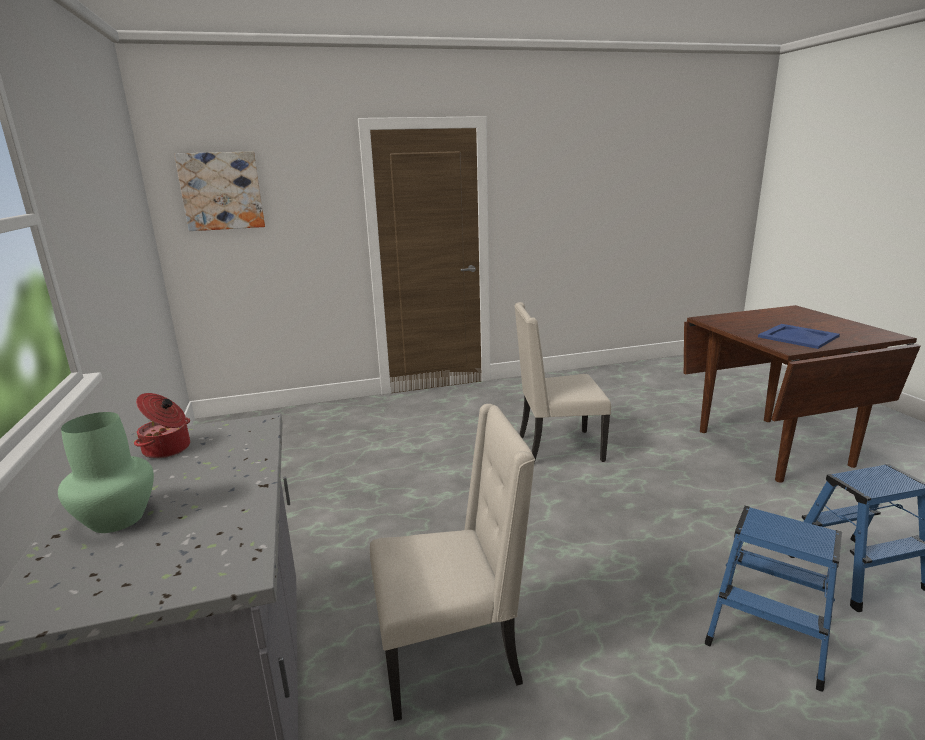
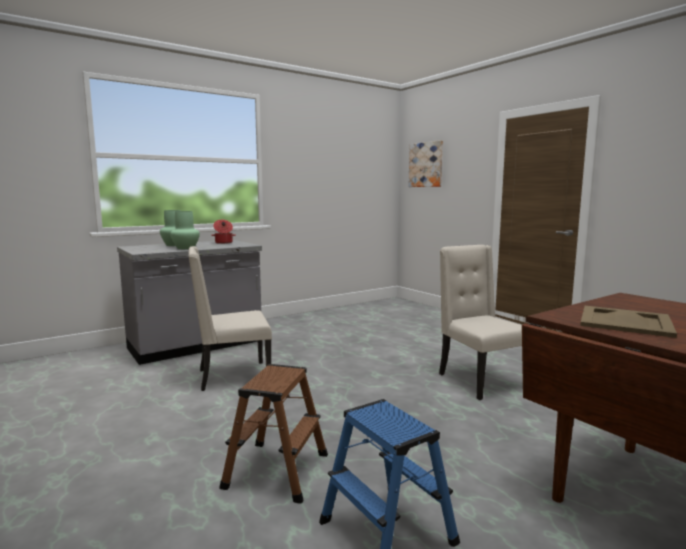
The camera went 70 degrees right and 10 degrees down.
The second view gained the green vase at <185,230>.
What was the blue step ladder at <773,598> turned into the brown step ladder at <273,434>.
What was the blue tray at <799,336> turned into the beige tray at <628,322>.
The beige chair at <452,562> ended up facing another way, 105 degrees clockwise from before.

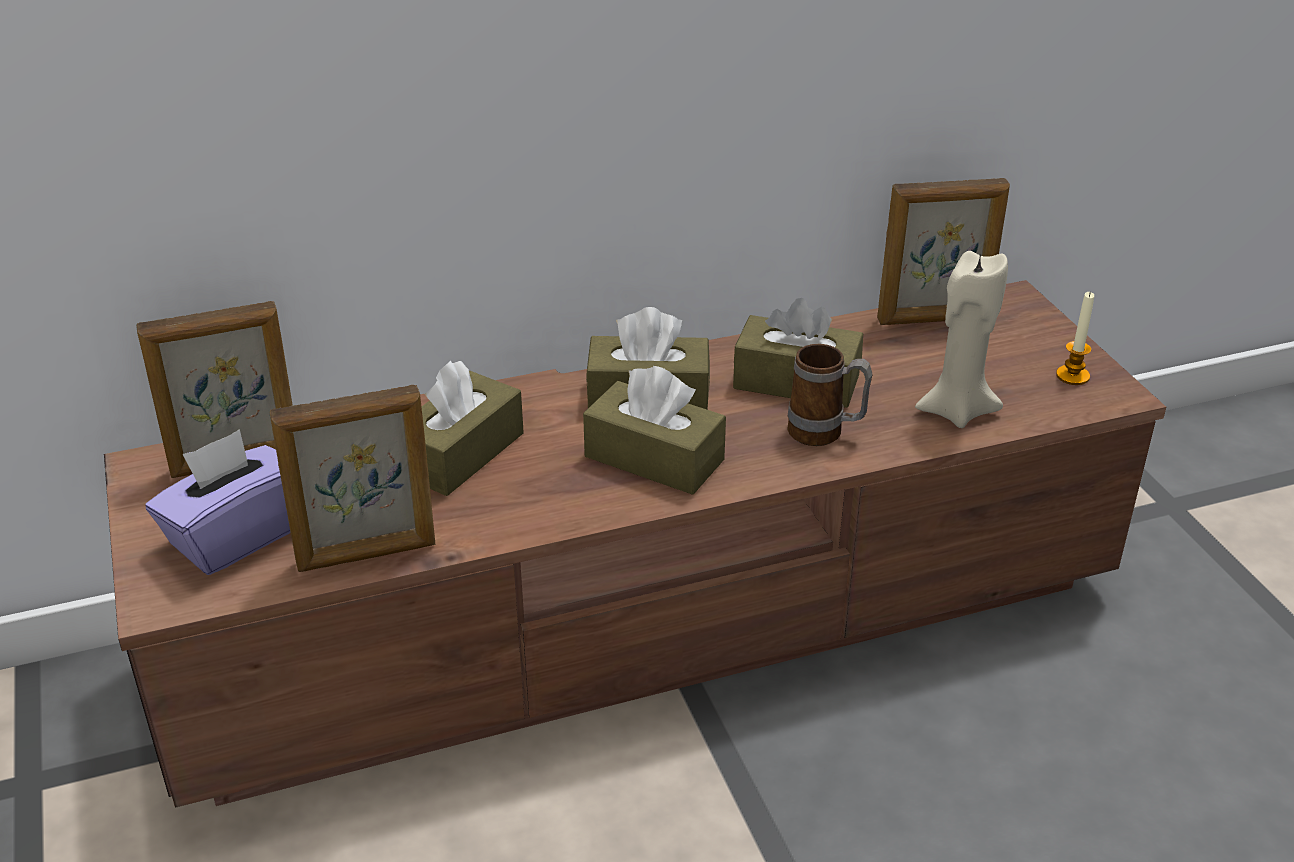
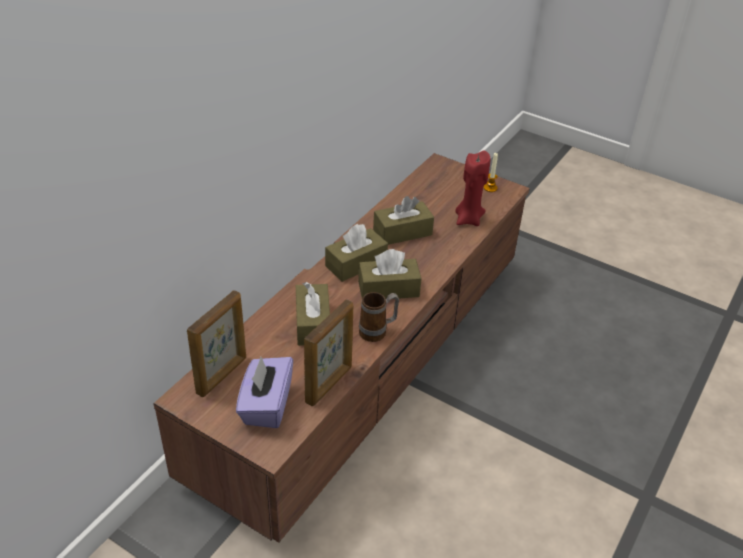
The camera went 40 degrees left and 5 degrees up.
The second view lost the picture frame at <943,251>.
The mug ended up elsewhere, having gone from <829,395> to <379,317>.
What was the beige candle at <961,339> turned into the red candle at <472,188>.

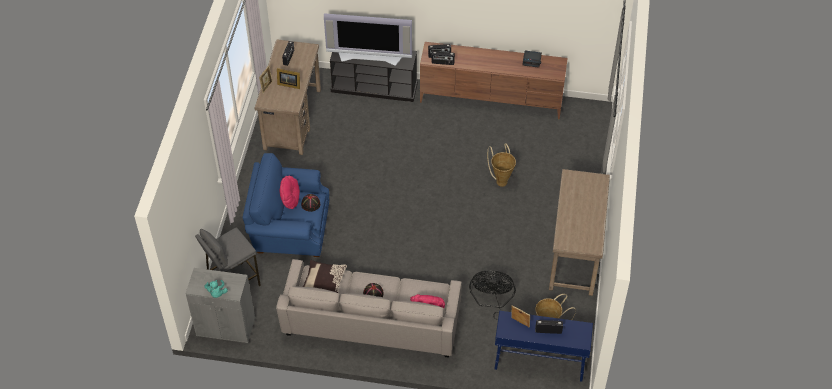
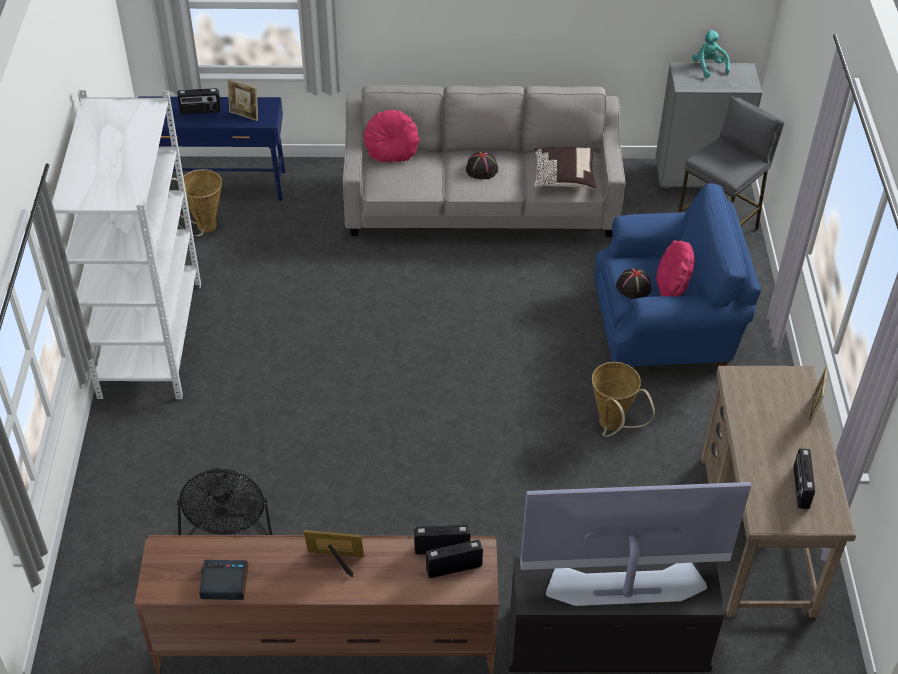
The camera went 170 degrees right and 5 degrees down.
The picture frame ended up elsewhere, having gone from <288,78> to <334,553>.
The black fan ended up elsewhere, having gone from <492,295> to <224,501>.
The basket ended up elsewhere, having gone from <501,165> to <623,399>.
Where the brown desk stood at <579,232>, the white bookcase came to stand at <126,244>.

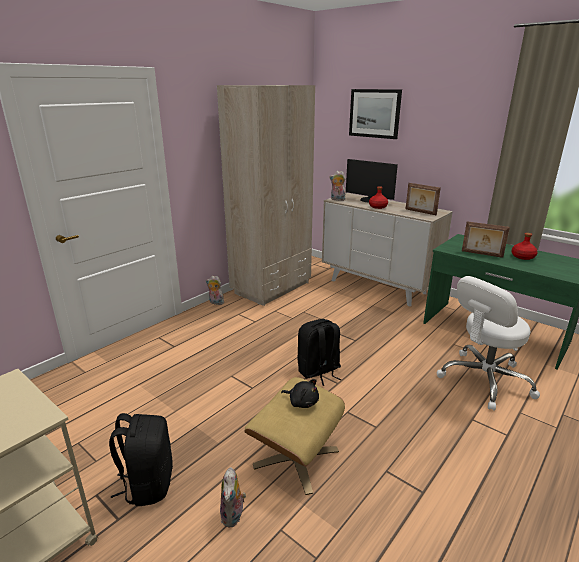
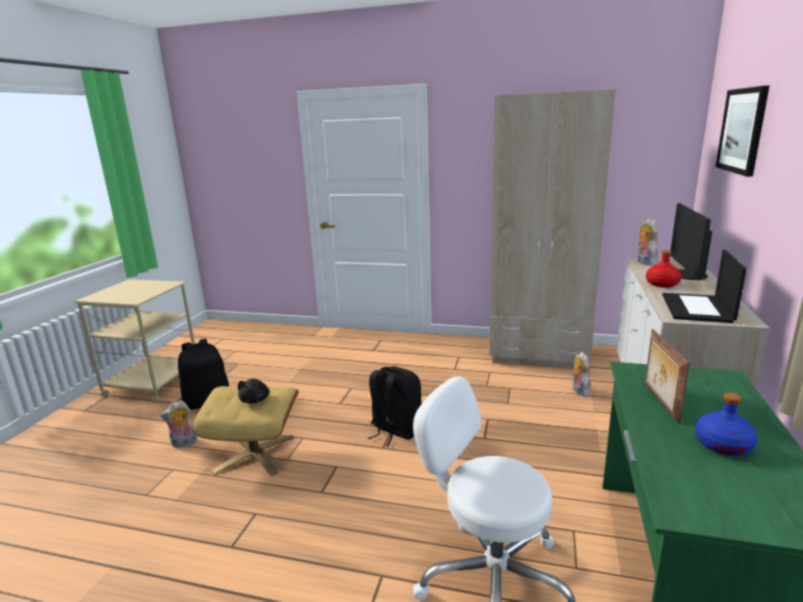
The camera went 65 degrees right and 5 degrees down.
The plush toy ended up elsewhere, having gone from <215,290> to <581,374>.
Where the picture frame stood at <423,199>, the laptop came to stand at <704,286>.
What was the red bottle at <524,246> turned into the blue bottle at <726,424>.

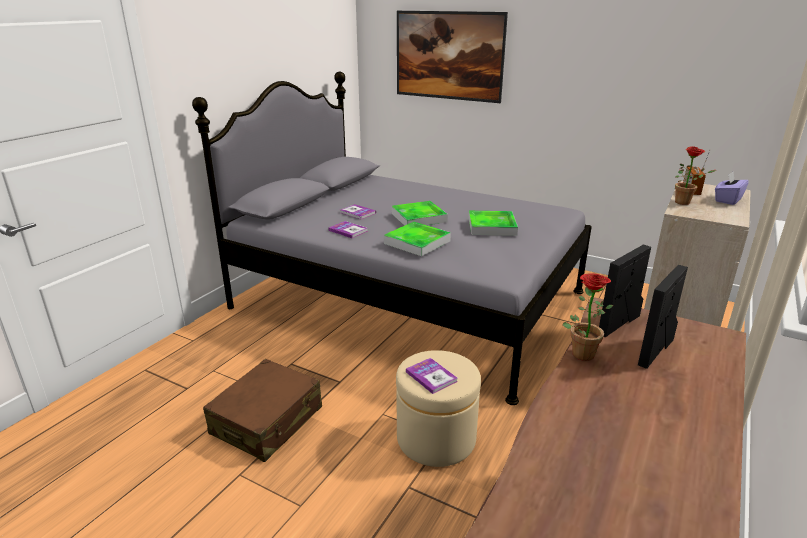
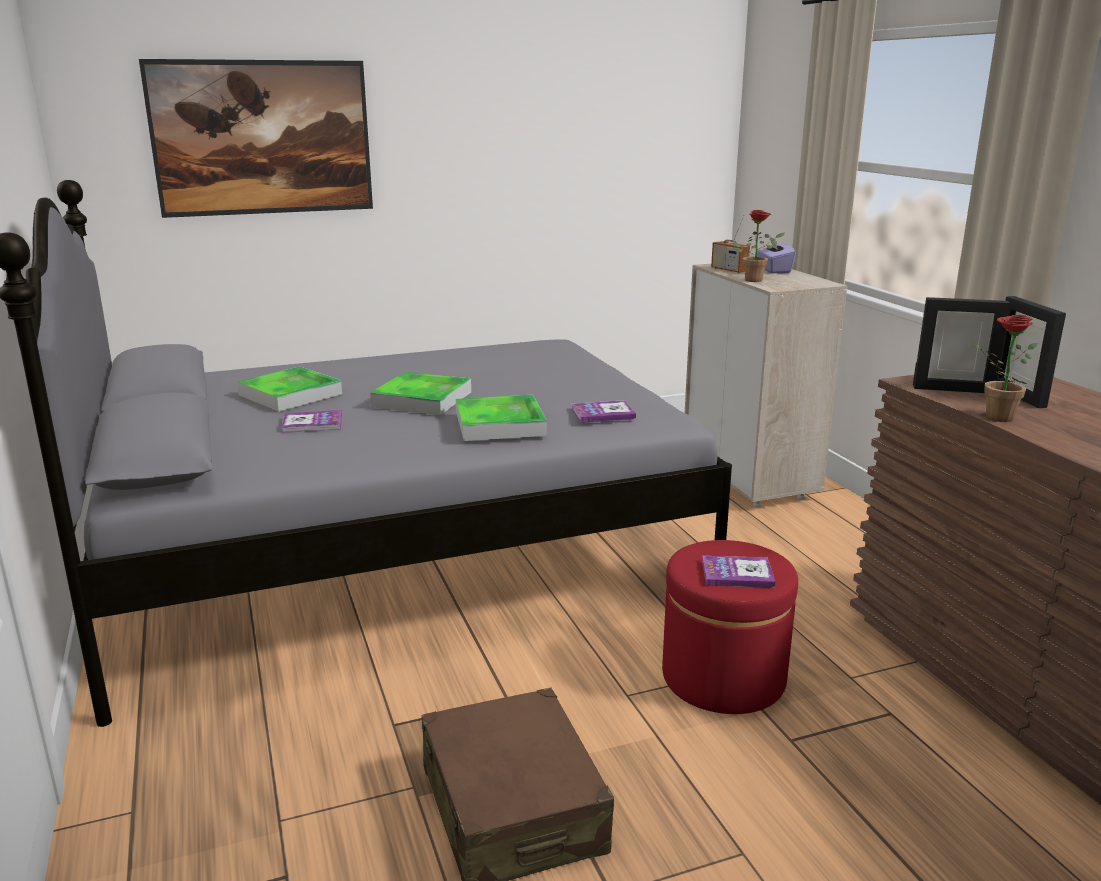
The camera went 50 degrees left and 5 degrees down.
The book ended up elsewhere, having gone from <348,229> to <604,411>.
The tray ended up elsewhere, having gone from <493,223> to <289,389>.
What was the beige ottoman at <438,408> turned into the red ottoman at <730,627>.
The picture frame at <625,291> ended up facing another way, 75 degrees counterclockwise from before.

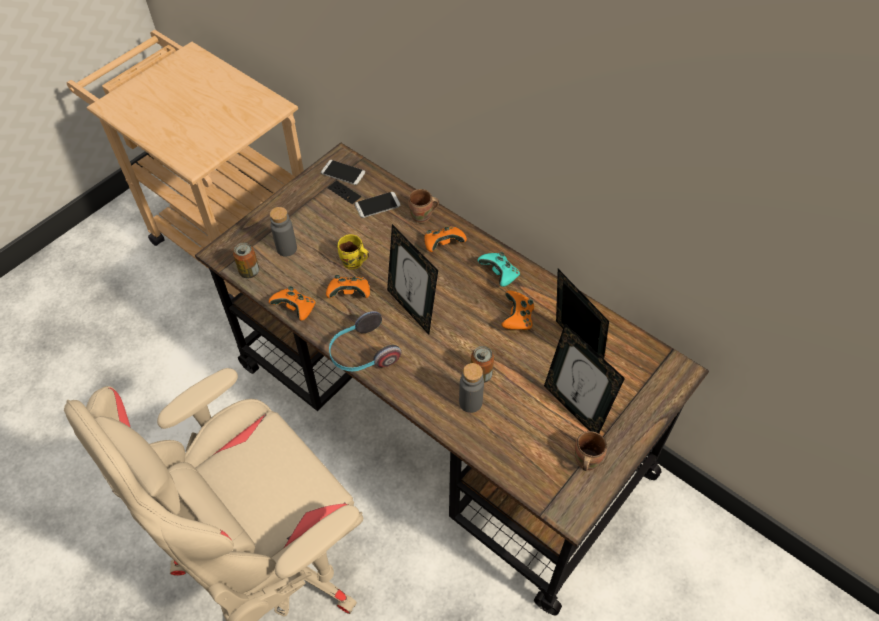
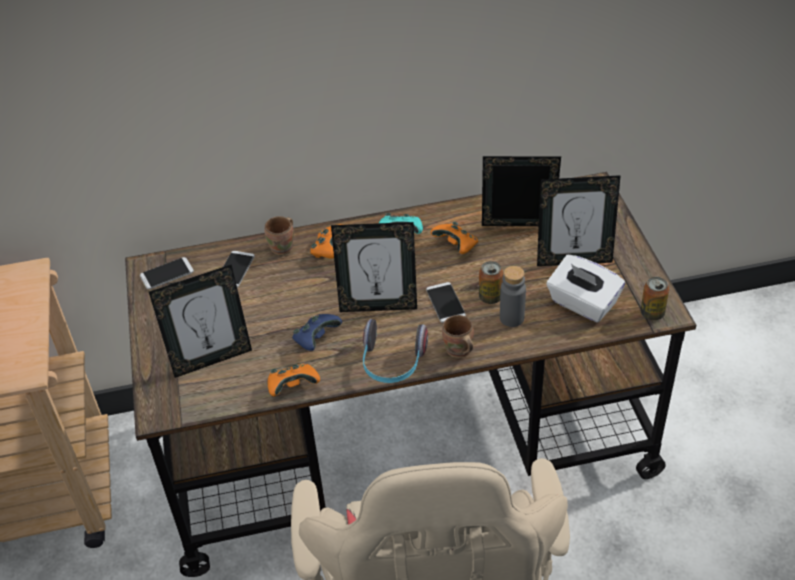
The camera went 50 degrees left and 10 degrees down.
The second view lost the yellow mug at <353,251>.
The second view gained the phone at <446,302>.
The second view gained the white tissue box at <585,288>.
The can ended up elsewhere, having gone from <246,260> to <654,298>.
The brown mug ended up elsewhere, having gone from <591,451> to <458,336>.
Where the grey bottle stood at <283,232>, the picture frame came to stand at <200,321>.
What was the orange game controller at <348,286> turned into the blue game controller at <317,332>.

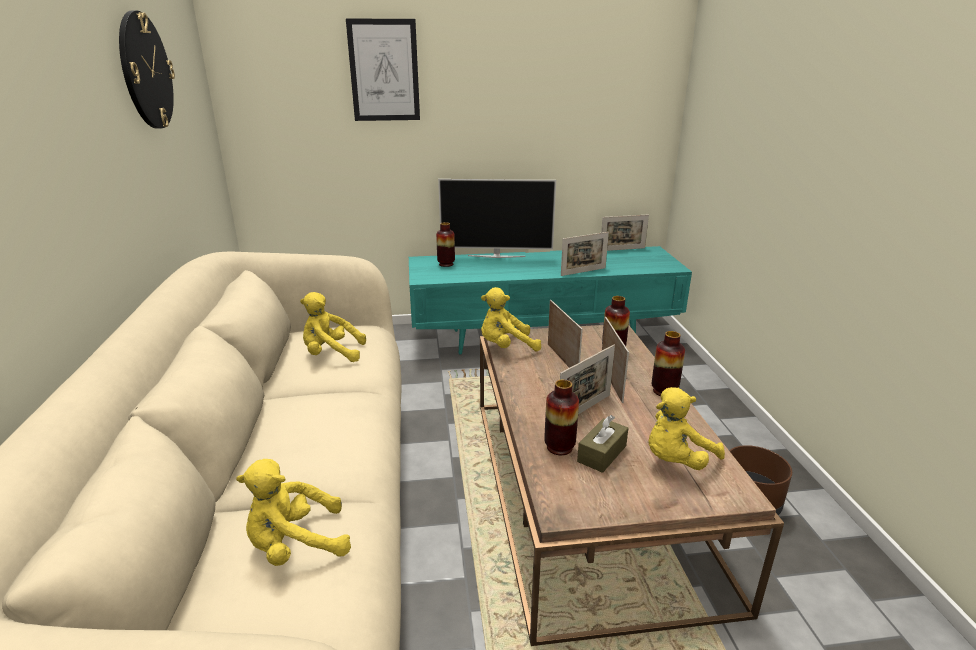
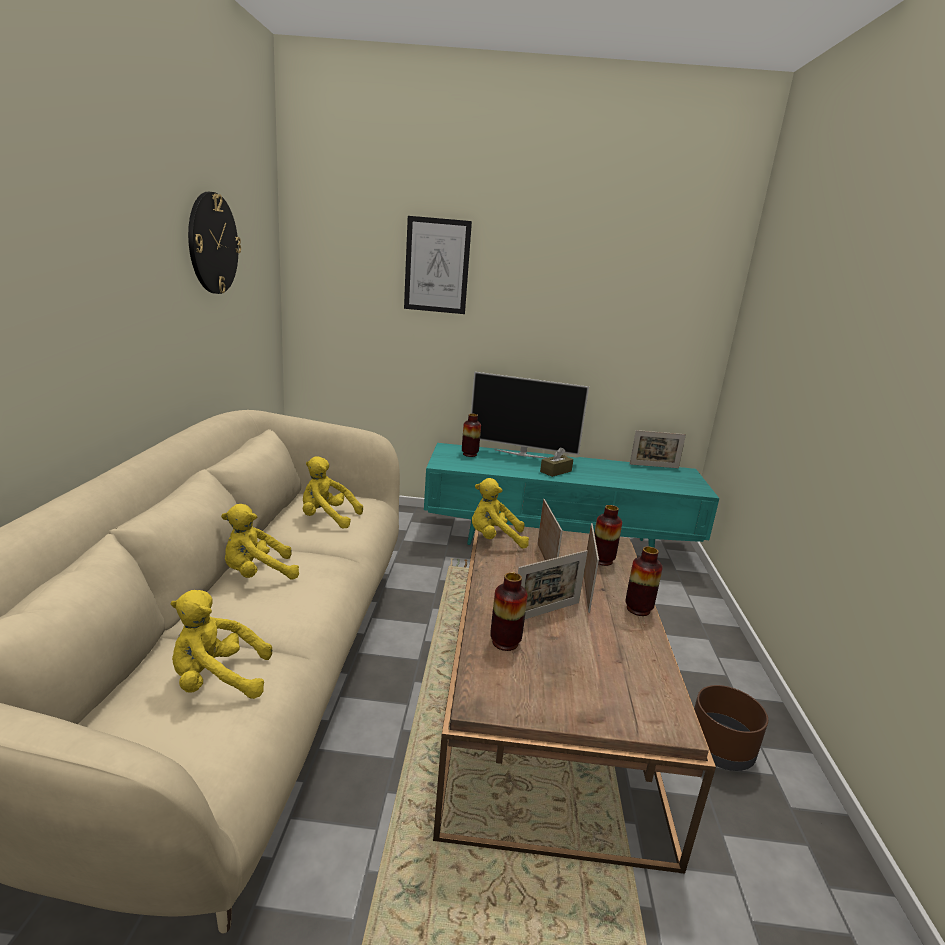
The camera went 10 degrees right and 5 degrees down.
The second view lost the picture frame at <585,254>.
The brown tissue box ended up elsewhere, having gone from <602,444> to <556,462>.
The yellow plush toy ended up elsewhere, having gone from <687,428> to <260,542>.

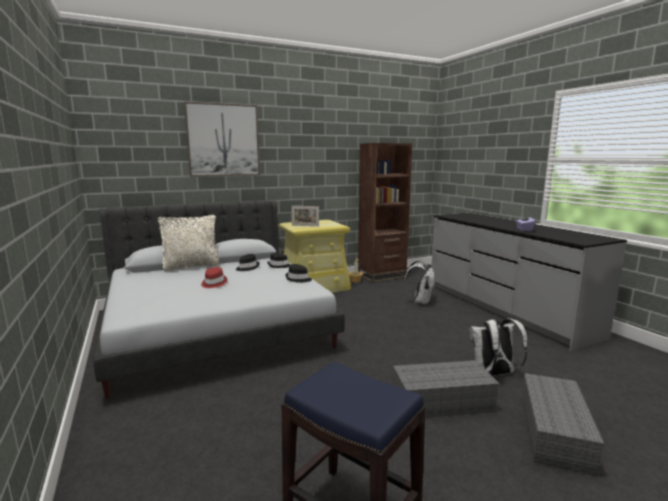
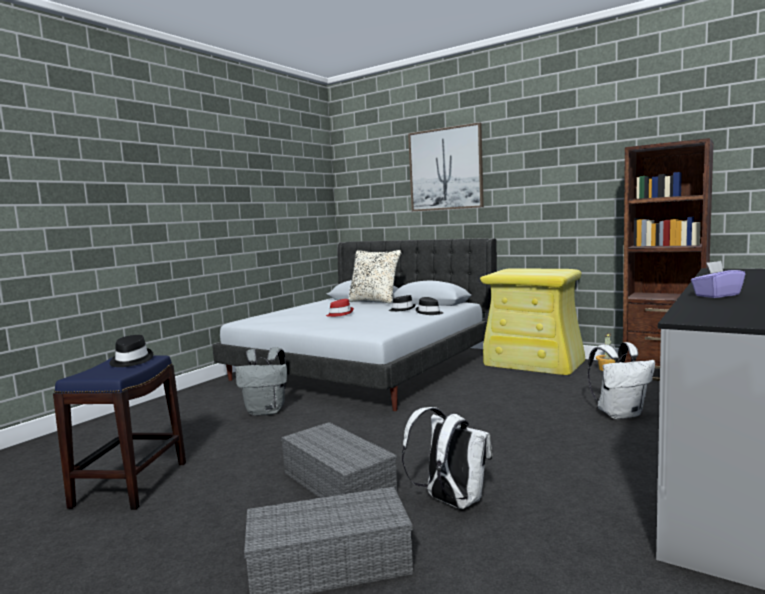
The camera went 60 degrees right and 5 degrees down.
The second view lost the picture frame at <305,216>.
The second view gained the grey backpack at <261,381>.
The black hat ended up elsewhere, having gone from <298,273> to <131,351>.

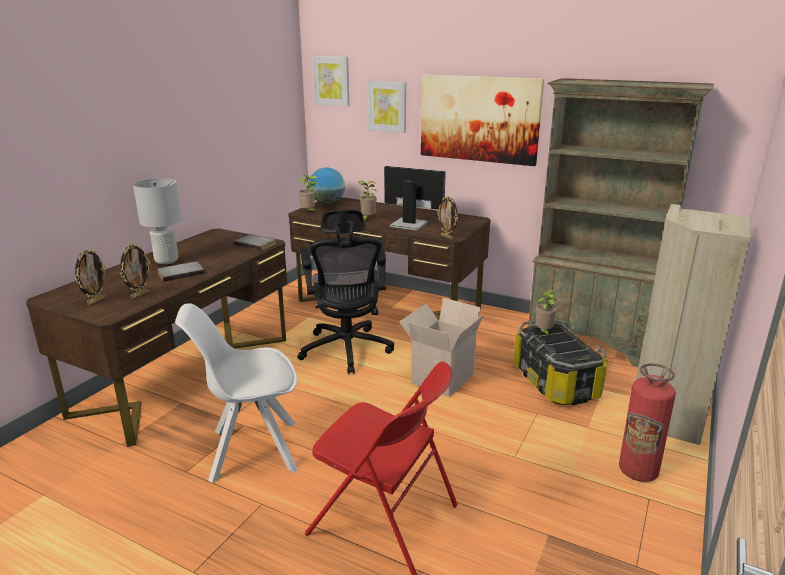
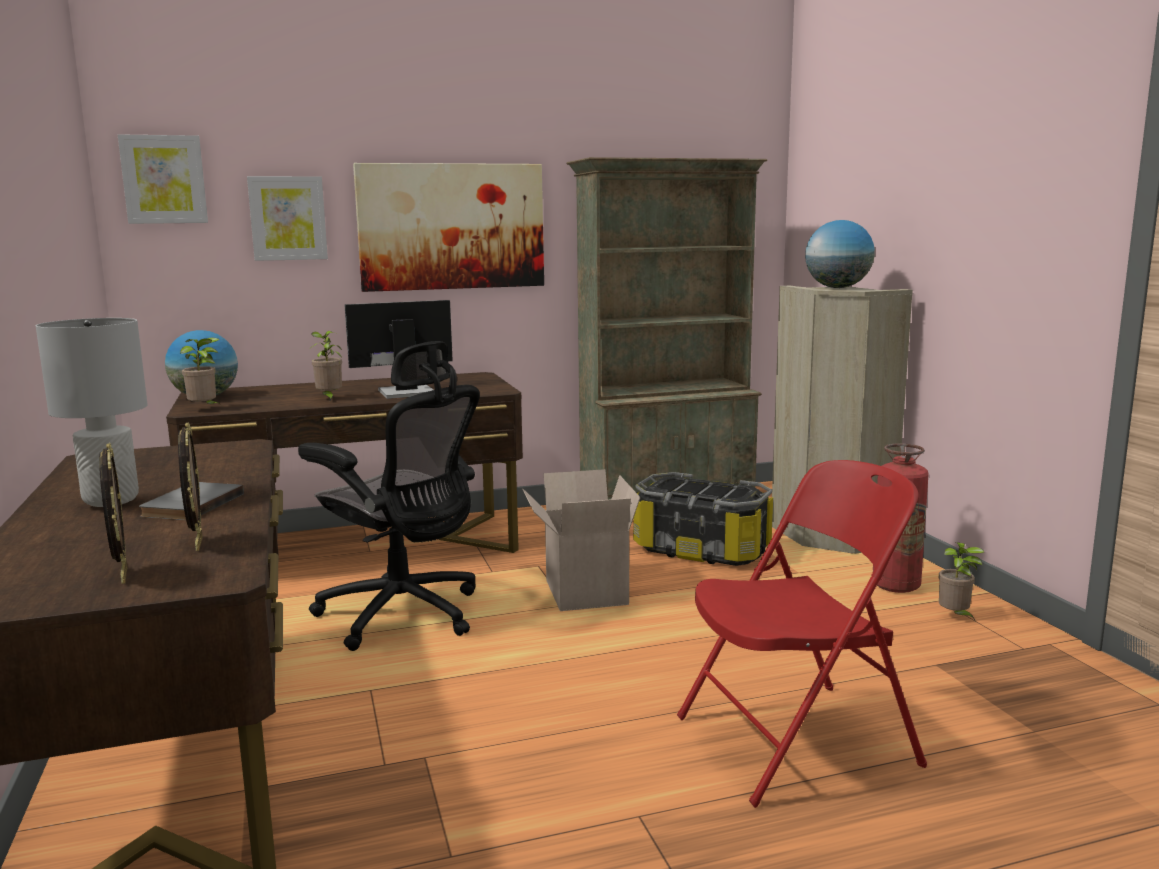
The camera went 45 degrees left and 10 degrees down.
The second view lost the white chair at <236,393>.
The second view lost the grey book at <255,243>.
The second view lost the picture frame at <447,217>.
The second view gained the globe at <840,254>.
The potted plant ended up elsewhere, having gone from <546,313> to <962,582>.

